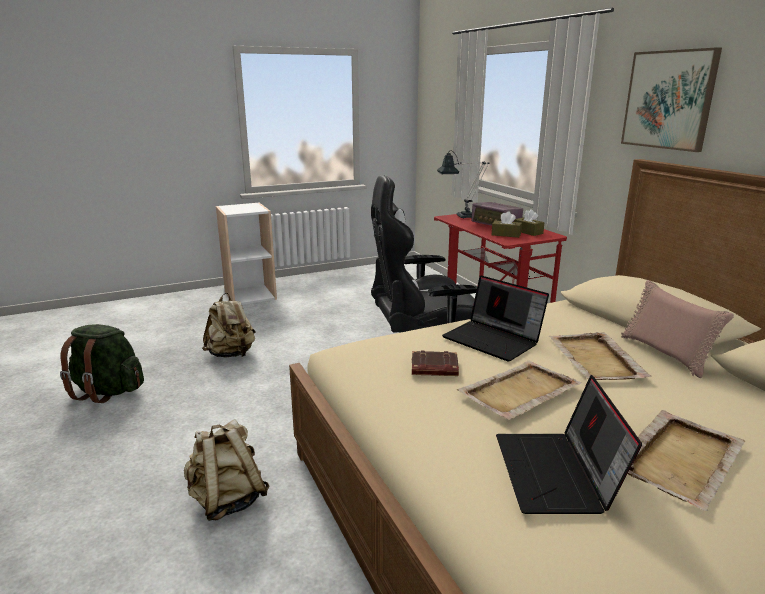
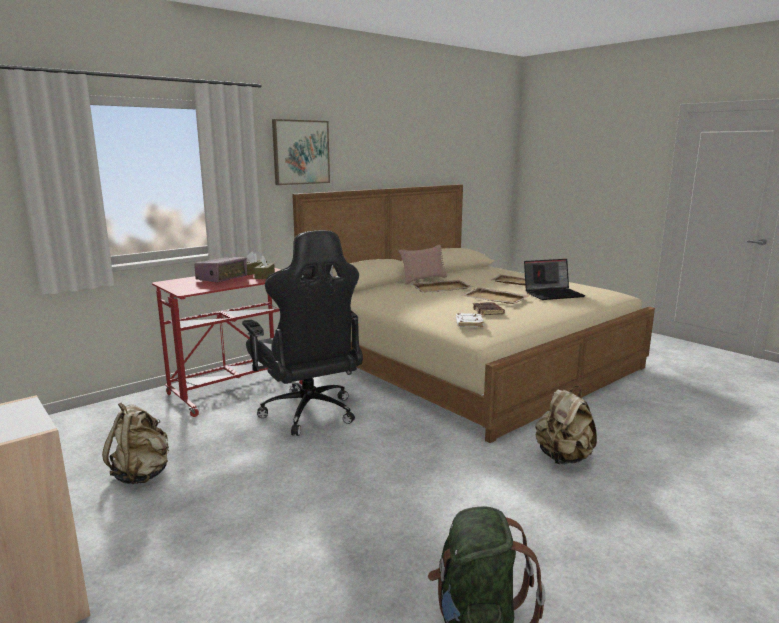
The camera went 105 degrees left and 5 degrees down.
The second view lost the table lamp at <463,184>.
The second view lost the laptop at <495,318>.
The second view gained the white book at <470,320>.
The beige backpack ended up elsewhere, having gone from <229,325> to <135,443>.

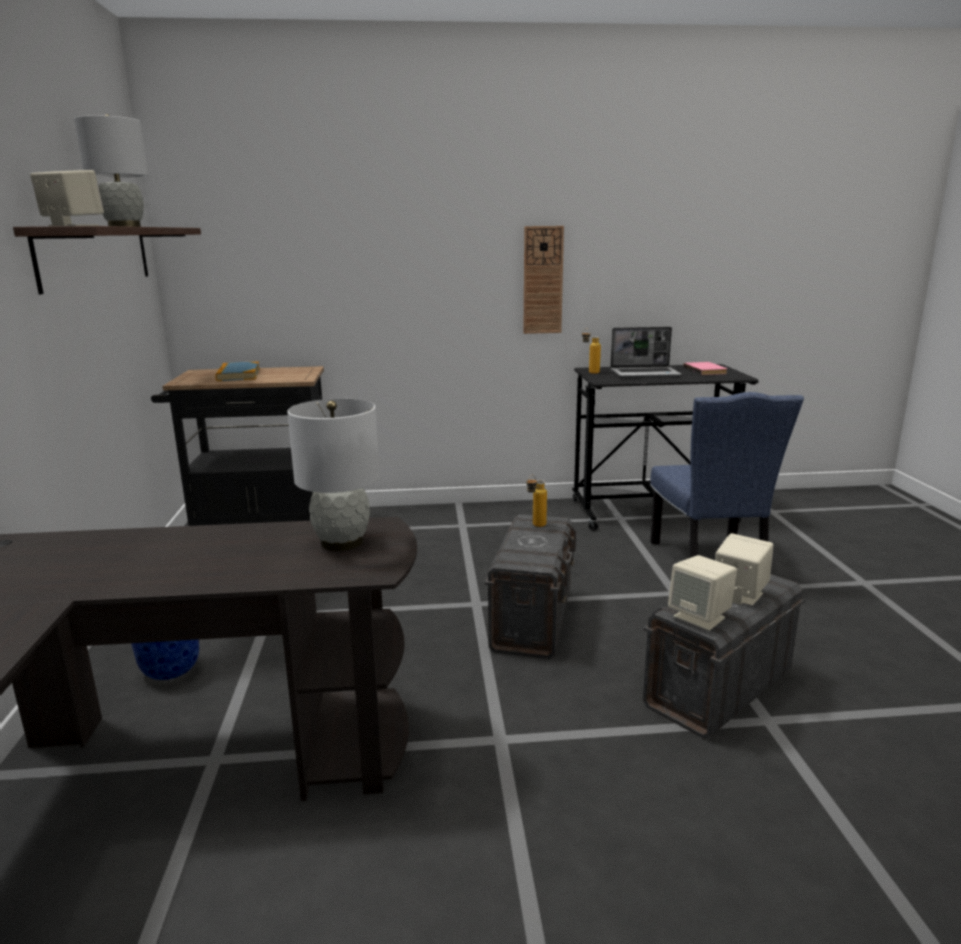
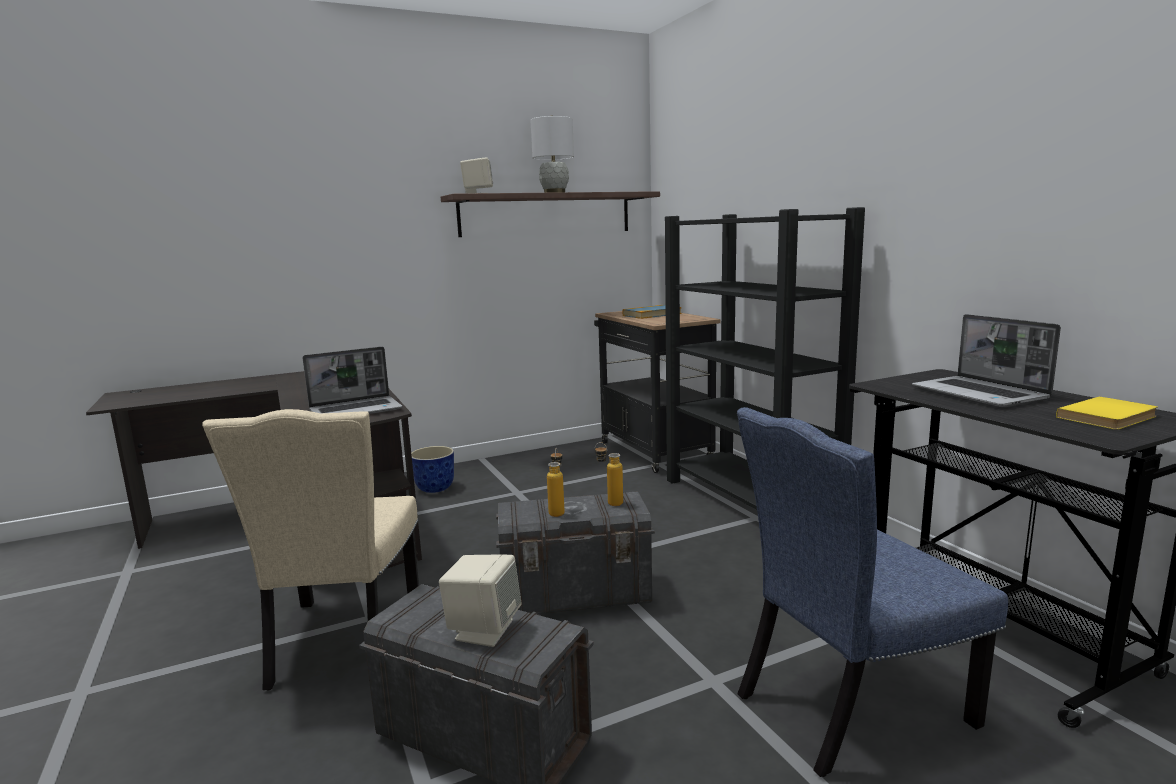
The camera went 70 degrees right and 5 degrees down.
The second view lost the wall clock at <543,280>.
The second view lost the beige speaker at <702,593>.
The second view gained the beige chair at <310,549>.
The second view gained the black bookcase at <765,358>.
The bottle ended up elsewhere, having gone from <591,351> to <556,483>.
Where the white table lamp stood at <333,475>, the laptop came to stand at <353,380>.
What was the pink book at <705,368> turned into the yellow book at <1107,413>.

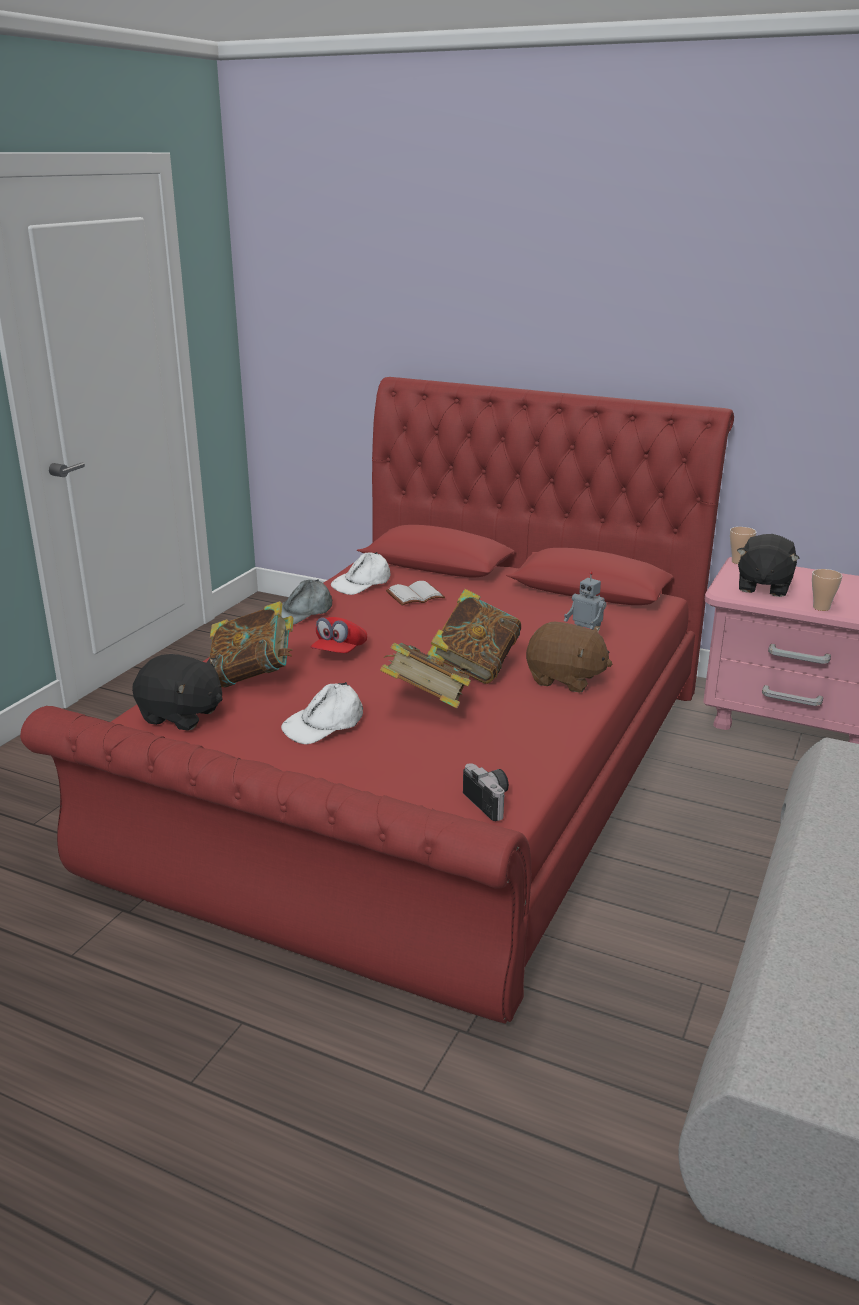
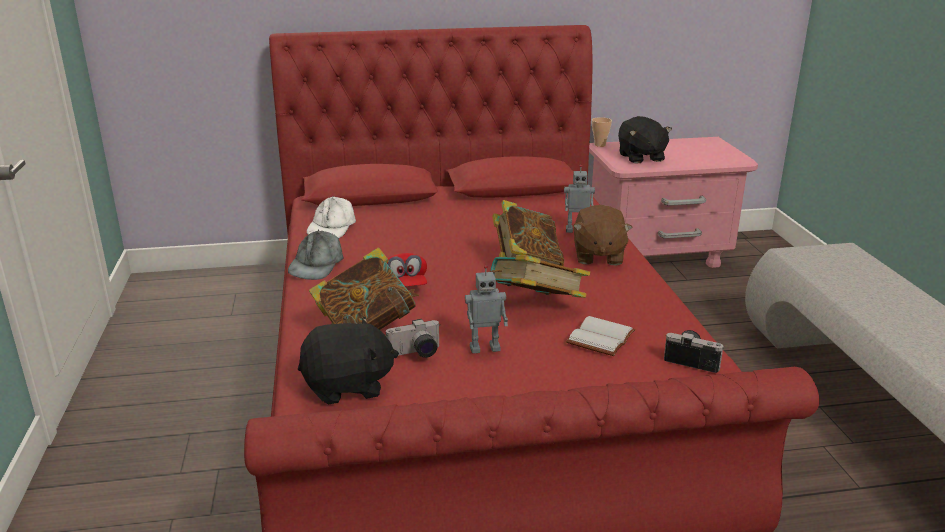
The camera went 35 degrees left and 0 degrees up.
The second view lost the cup at <827,590>.
The second view gained the photo camera at <413,338>.
The white book ended up elsewhere, having gone from <415,593> to <600,336>.
Where the white cap stood at <322,713>, the toy robot came to stand at <486,309>.
The brown plush toy at <569,657> ended up facing another way, 105 degrees clockwise from before.

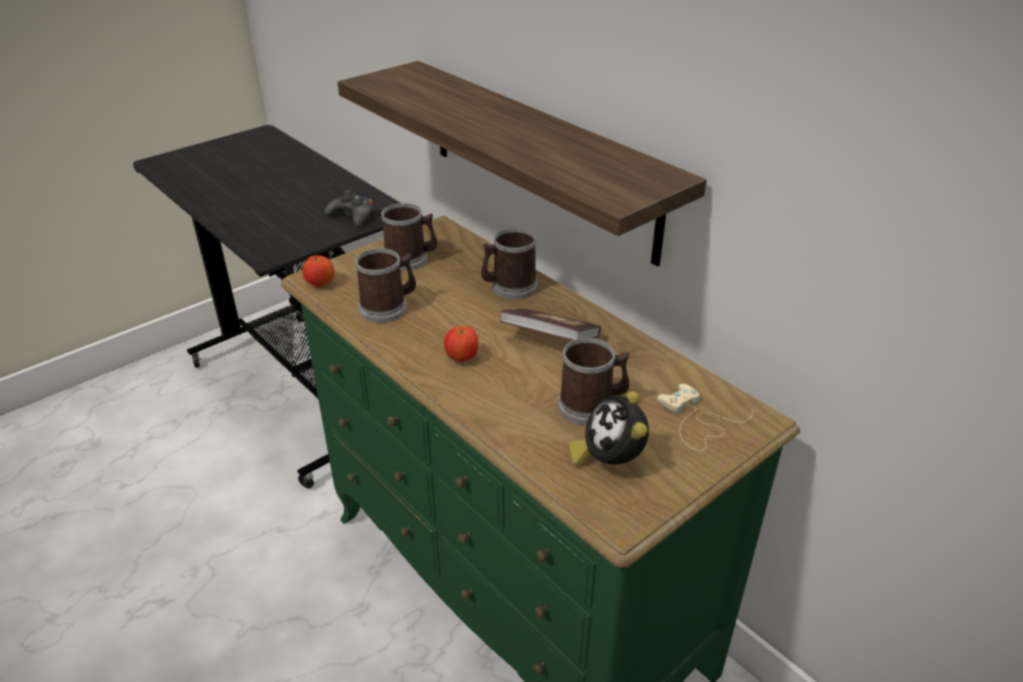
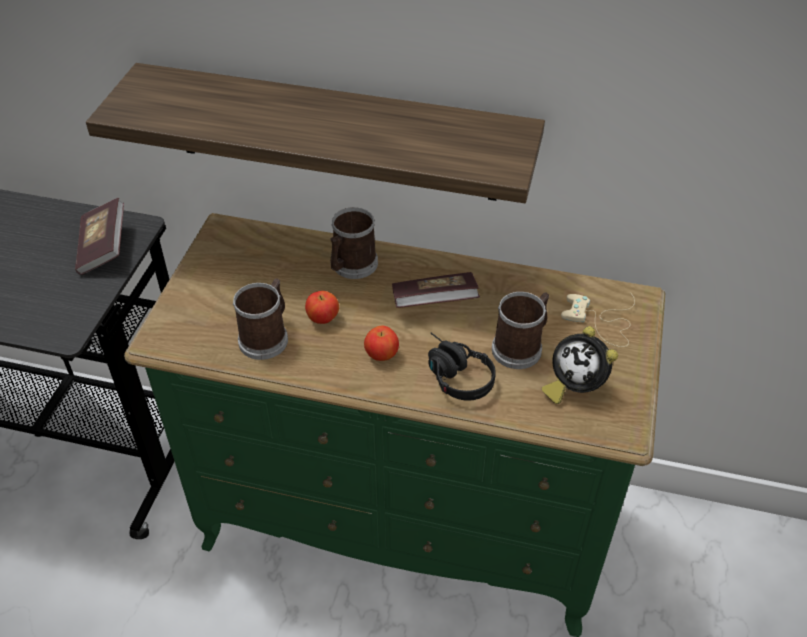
The camera went 35 degrees left and 10 degrees up.
The second view lost the mug at <409,237>.
The second view gained the black headphones at <461,367>.
The apple ended up elsewhere, having gone from <318,271> to <322,307>.
Where the black game controller stood at <350,208>, the book came to stand at <99,236>.

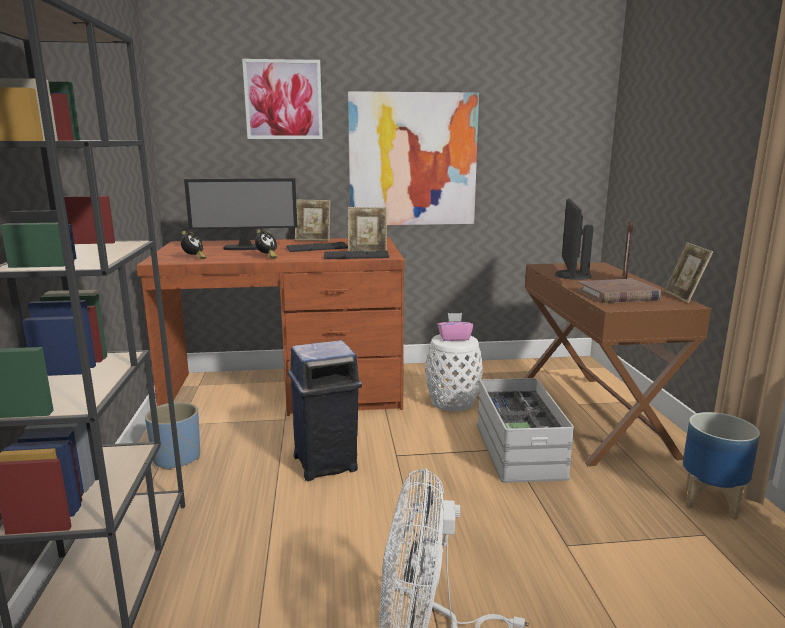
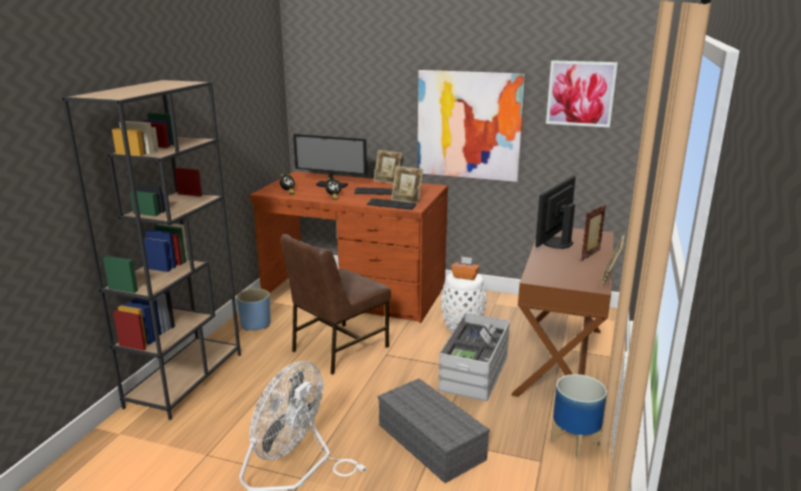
The camera went 25 degrees right and 5 degrees up.
The second view lost the brown book at <620,291>.
The second view gained the grey storage box at <434,431>.
The picture ended up elsewhere, having gone from <282,99> to <582,94>.
Where the blue trash can stood at <325,410>, the brown chair came to stand at <336,304>.
What was the pink tissue box at <455,327> turned into the orange tissue box at <465,268>.

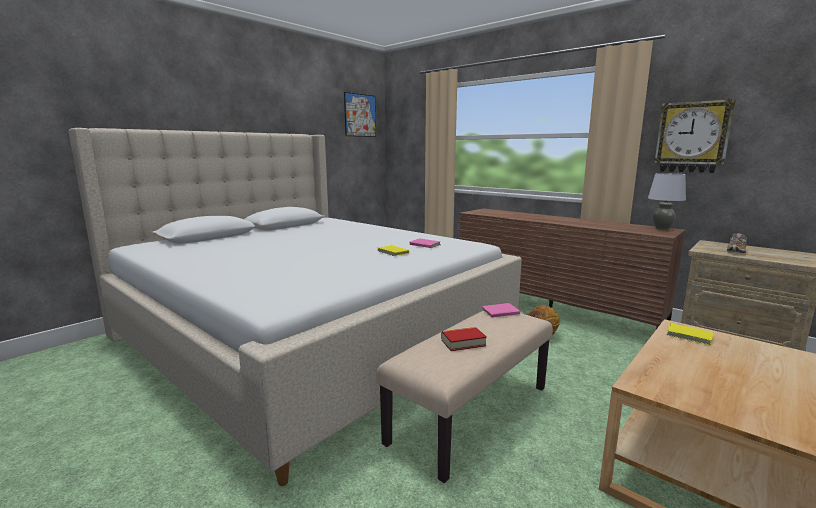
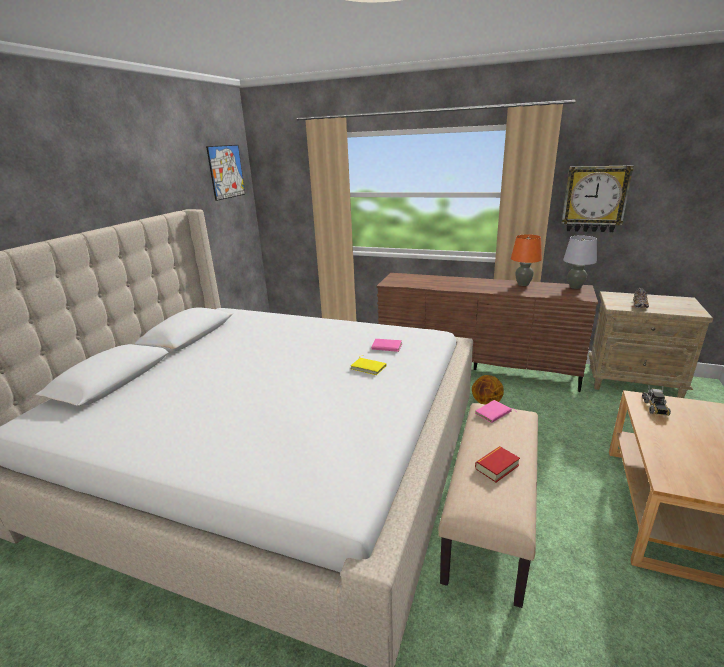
The camera went 20 degrees left and 10 degrees up.
The second view gained the orange table lamp at <526,260>.
Where the yellow book stood at <689,333>, the toy truck came to stand at <656,400>.

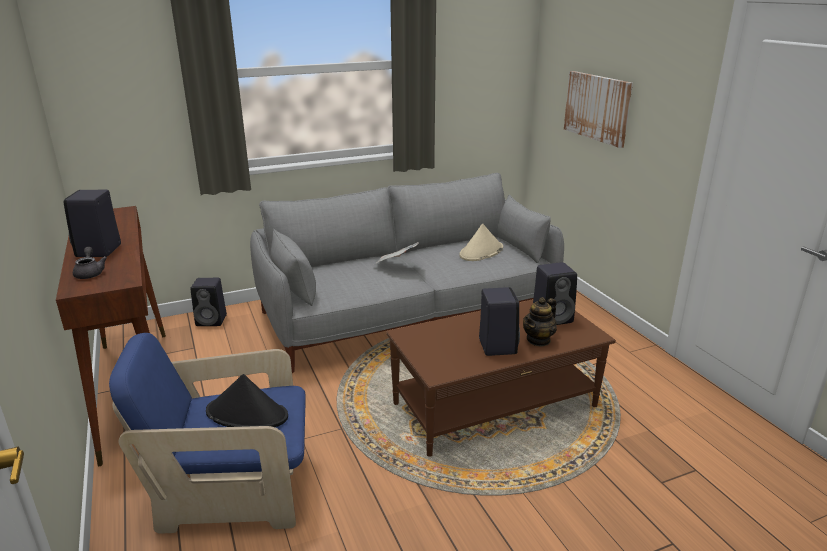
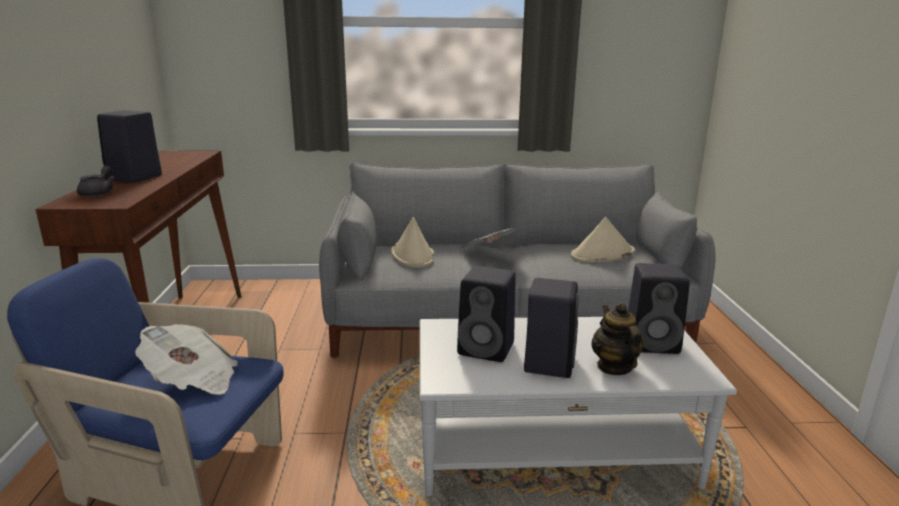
The camera went 20 degrees right and 5 degrees down.
The second view lost the picture at <598,109>.
The second view gained the beige hat at <412,242>.
The black speaker ended up elsewhere, having gone from <209,302> to <486,314>.
Where the black hat stood at <247,400>, the newspaper came to stand at <186,359>.
What was the brown coffee table at <501,378> turned into the white coffee table at <578,406>.
The teapot at <540,322> ended up facing another way, 105 degrees clockwise from before.

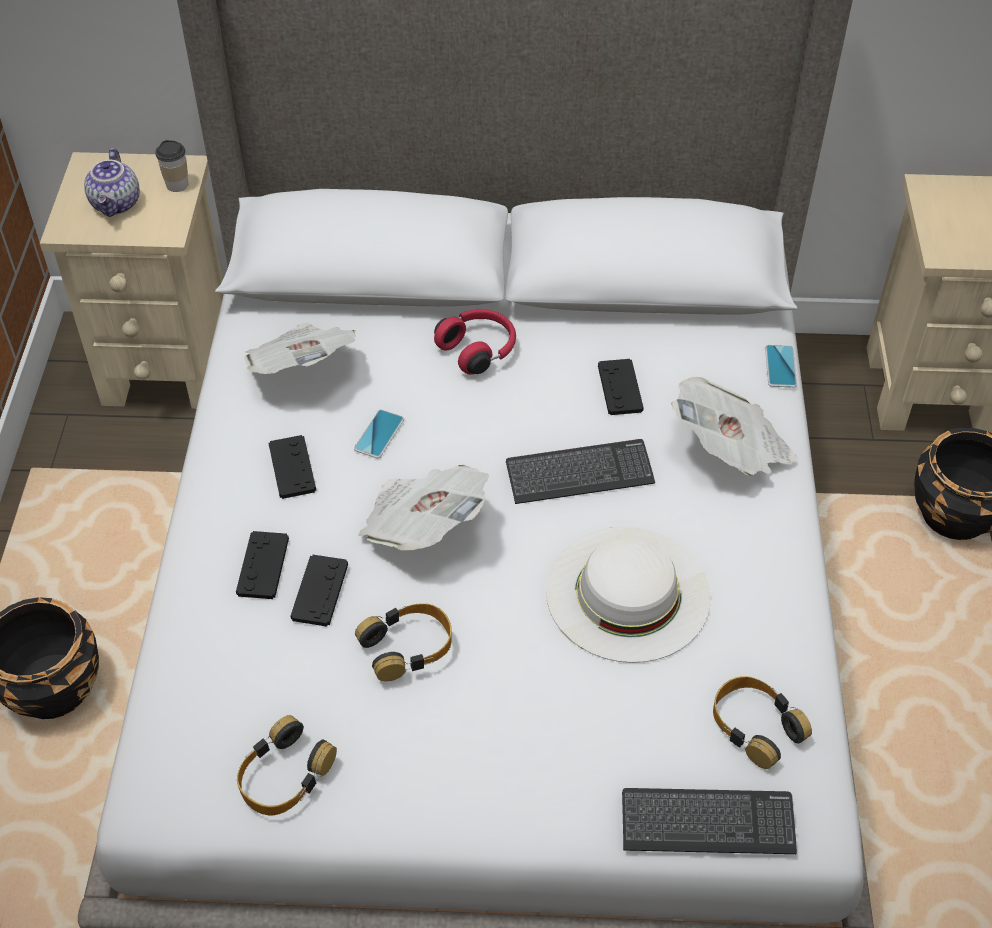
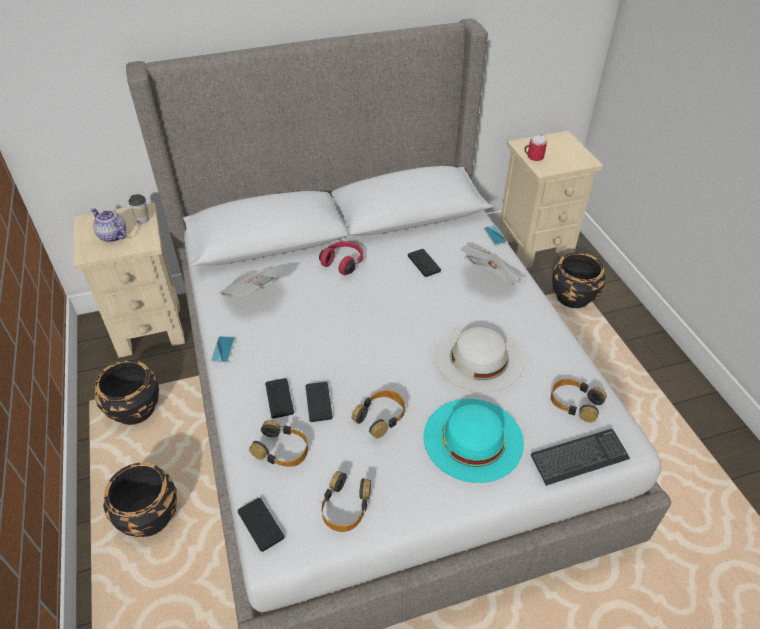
The camera went 20 degrees left and 5 degrees down.
The second view lost the newspaper at <424,508>.
The second view lost the keyboard at <580,471>.
The second view gained the black planter at <127,392>.
The second view gained the headphones at <278,443>.
The second view gained the turquoise hat at <474,441>.
The second view gained the mug at <535,148>.
The black game controller ended up elsewhere, having gone from <292,467> to <261,525>.
The phone ended up elsewhere, having gone from <379,434> to <223,349>.
The teapot at <112,182> ended up facing another way, 150 degrees clockwise from before.

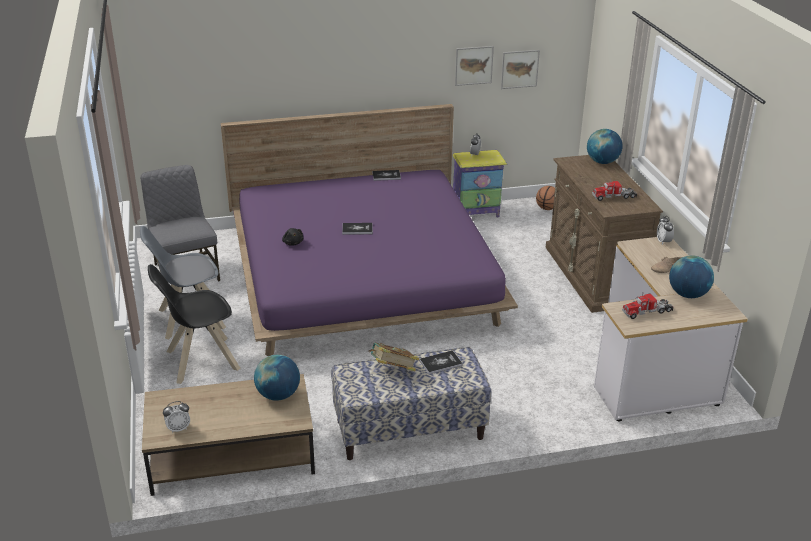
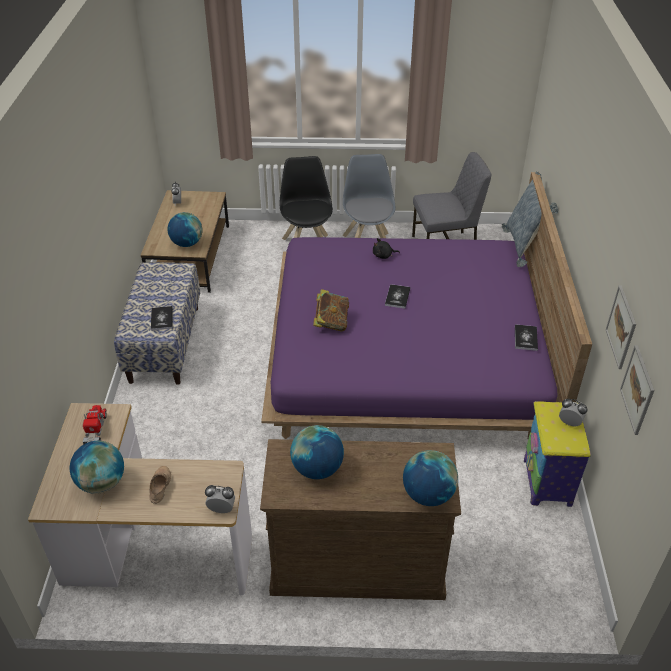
The camera went 105 degrees right and 10 degrees up.
The second view lost the basketball at <545,198>.
The second view gained the pillow at <530,219>.
The book ended up elsewhere, having gone from <394,357> to <331,310>.
Where the toy truck stood at <614,190>, the globe came to stand at <317,452>.

